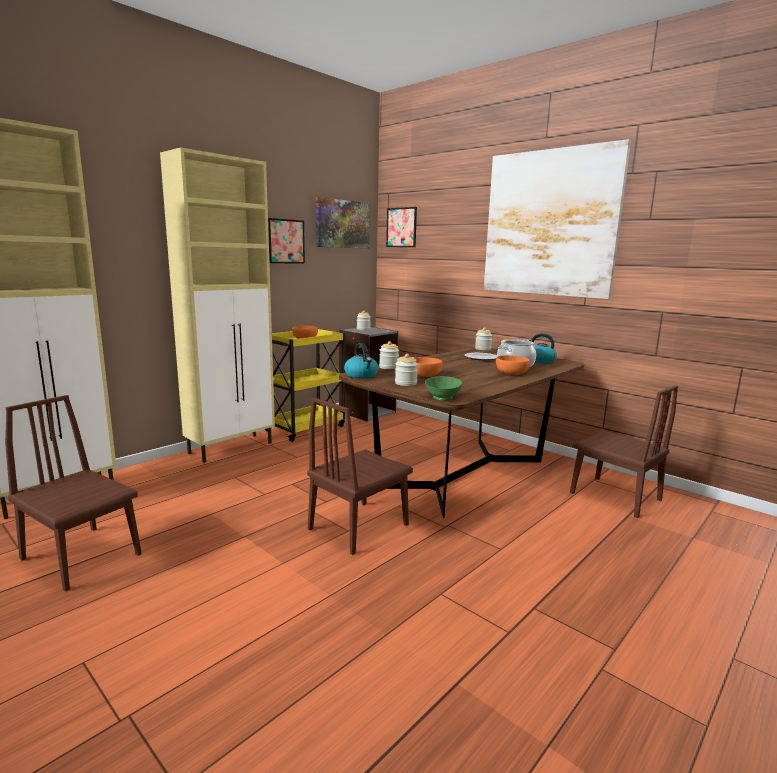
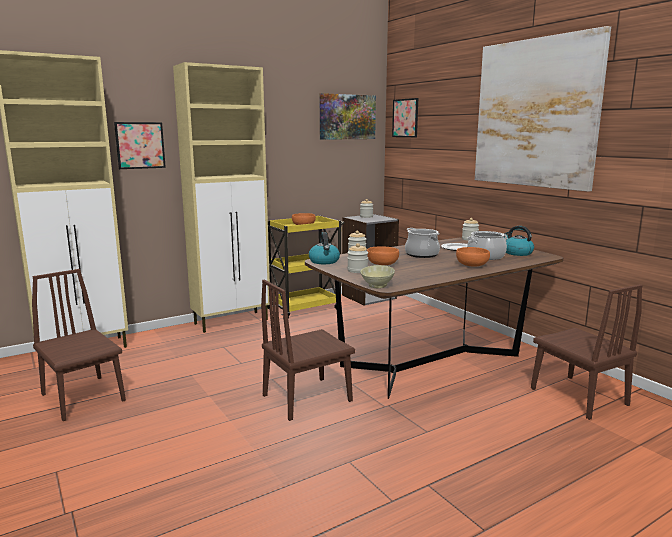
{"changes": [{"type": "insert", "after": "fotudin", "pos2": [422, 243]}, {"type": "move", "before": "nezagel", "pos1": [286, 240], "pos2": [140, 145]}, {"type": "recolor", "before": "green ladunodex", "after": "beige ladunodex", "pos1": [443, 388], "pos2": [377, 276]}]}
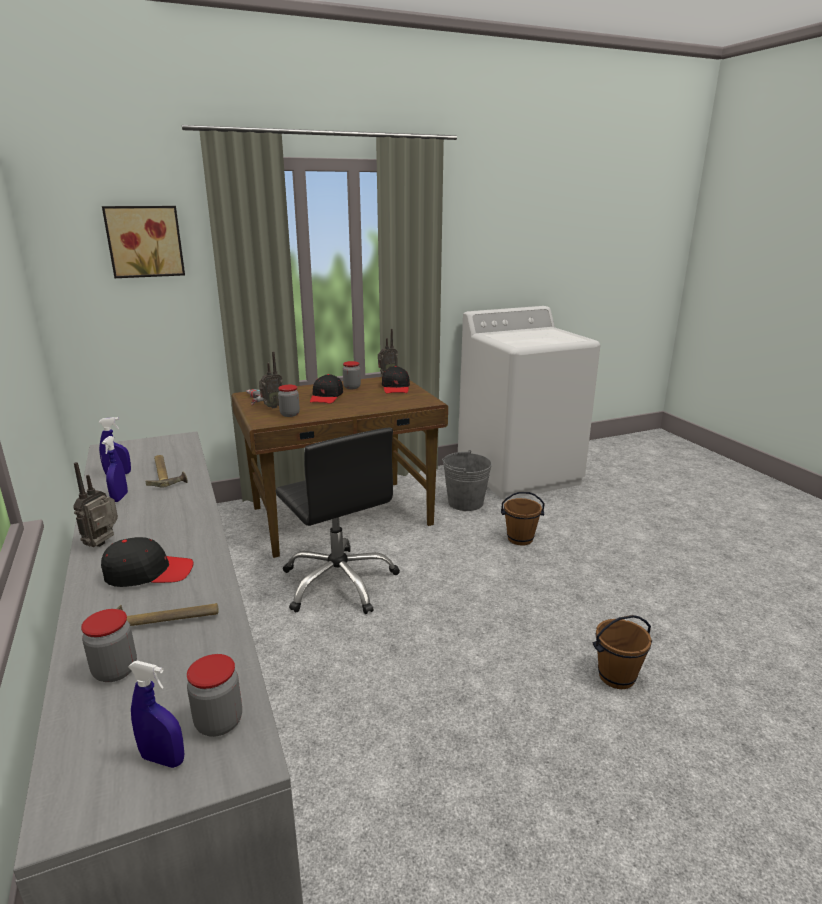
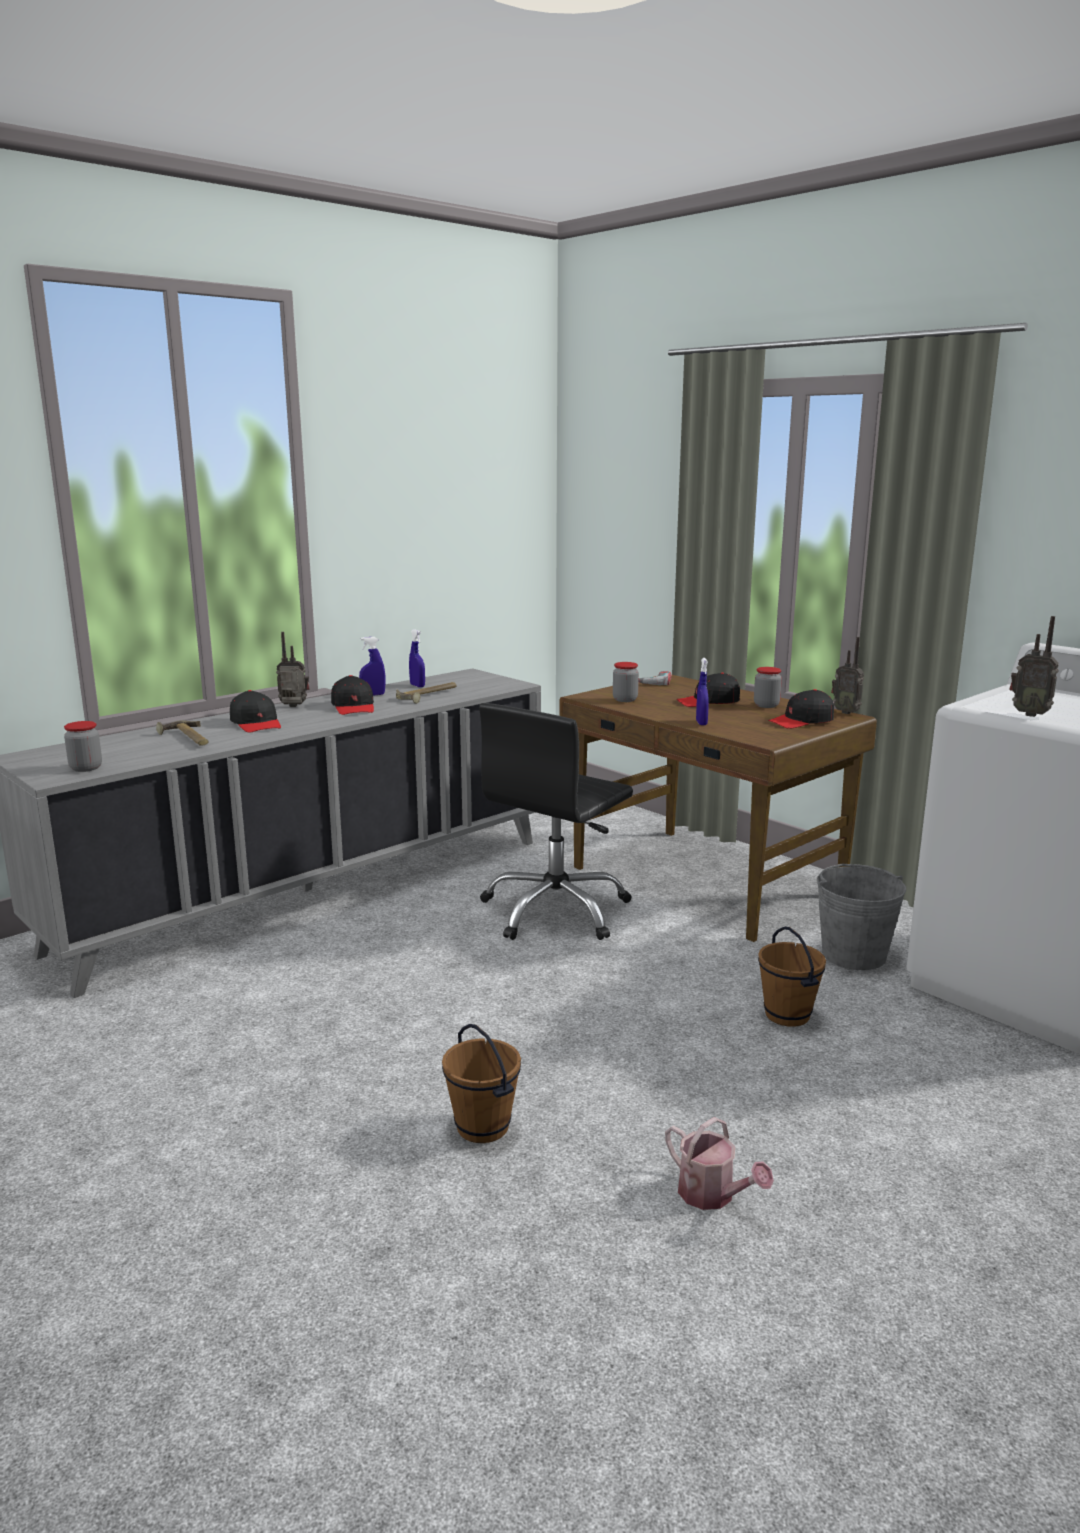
{"changes": [{"type": "delete", "before": "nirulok", "pos1": [109, 645]}, {"type": "delete", "before": "nezagel", "pos1": [143, 242]}, {"type": "insert", "after": "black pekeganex", "pos2": [352, 695]}, {"type": "insert", "after": "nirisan", "pos2": [719, 1163]}, {"type": "move", "before": "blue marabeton", "pos1": [156, 714], "pos2": [702, 691]}, {"type": "move", "before": "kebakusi", "pos1": [271, 379], "pos2": [1034, 666]}]}
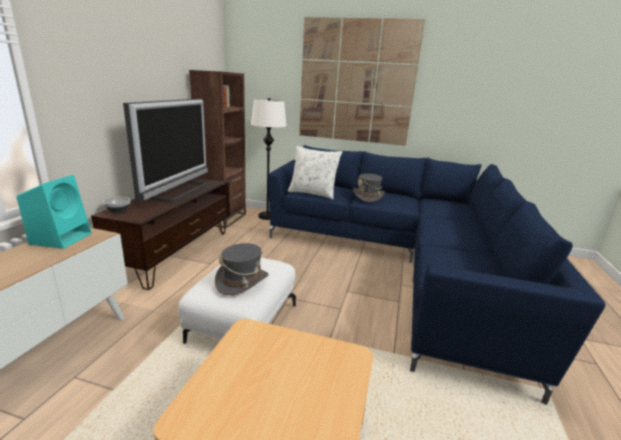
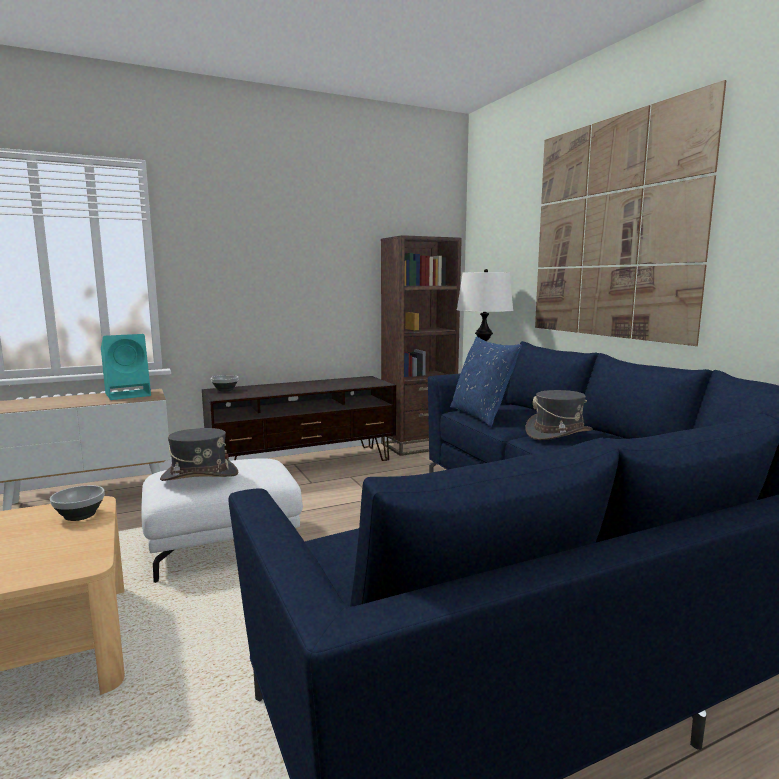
{"changes": [{"type": "delete", "before": "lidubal", "pos1": [165, 151]}, {"type": "insert", "after": "ladunodex", "pos2": [77, 503]}, {"type": "recolor", "before": "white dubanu", "after": "blue dubanu", "pos1": [315, 172], "pos2": [486, 382]}]}
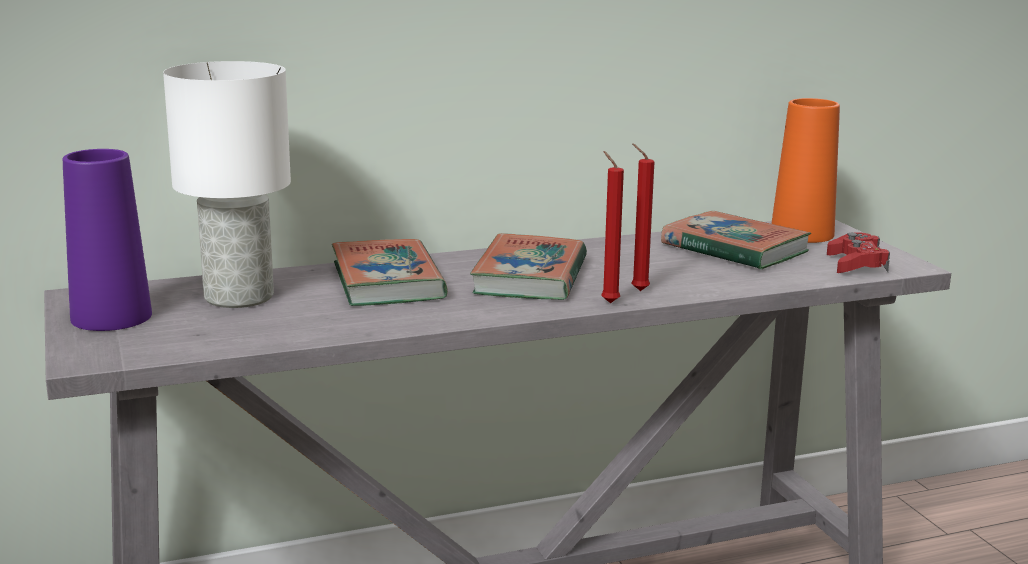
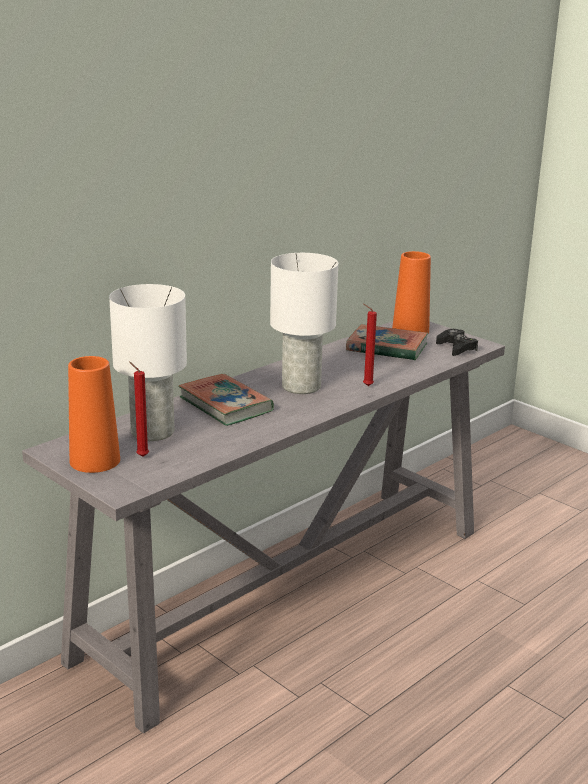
{"changes": [{"type": "move", "before": "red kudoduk", "pos1": [612, 227], "pos2": [139, 409]}, {"type": "replace", "before": "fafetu", "after": "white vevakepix", "pos1": [528, 266], "pos2": [304, 323]}, {"type": "recolor", "before": "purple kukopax", "after": "orange kukopax", "pos1": [107, 240], "pos2": [94, 414]}, {"type": "recolor", "before": "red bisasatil", "after": "black bisasatil", "pos1": [858, 252], "pos2": [457, 342]}]}
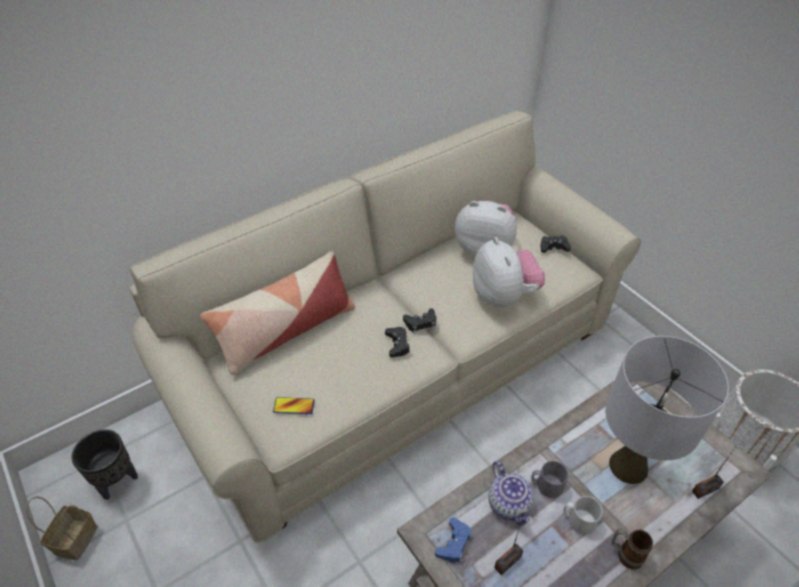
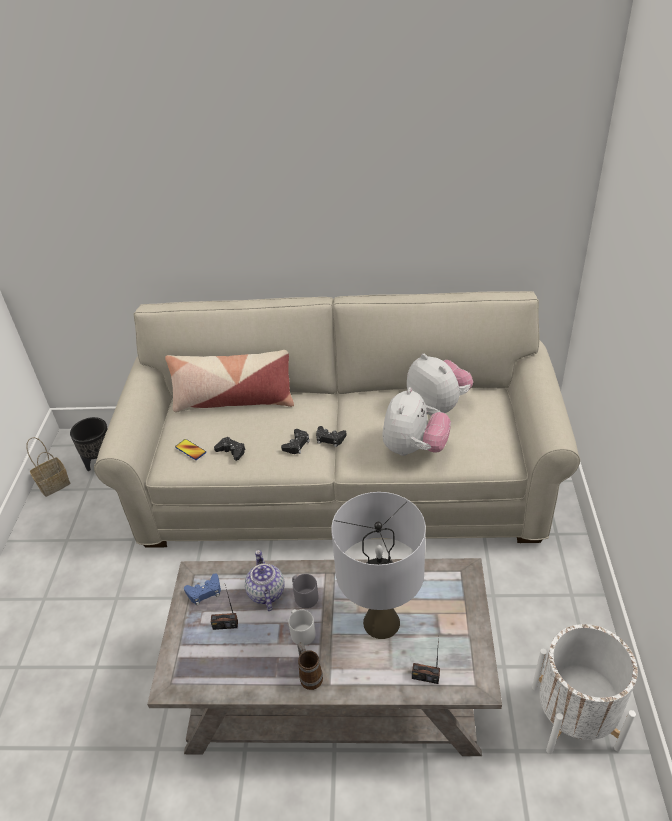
{"changes": [{"type": "move", "before": "black bisasatil", "pos1": [555, 244], "pos2": [229, 449]}, {"type": "rotate", "before": "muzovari", "pos1": [511, 493], "pos2": [265, 580], "turn": 150}]}
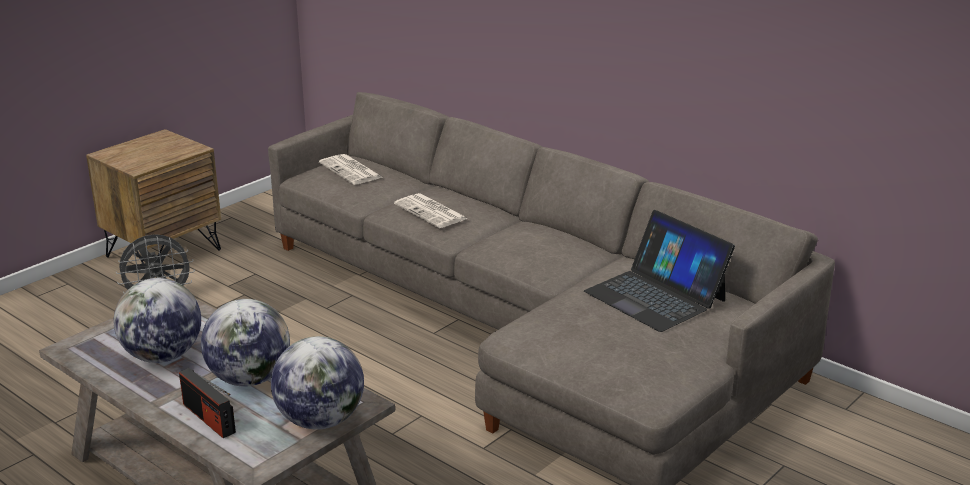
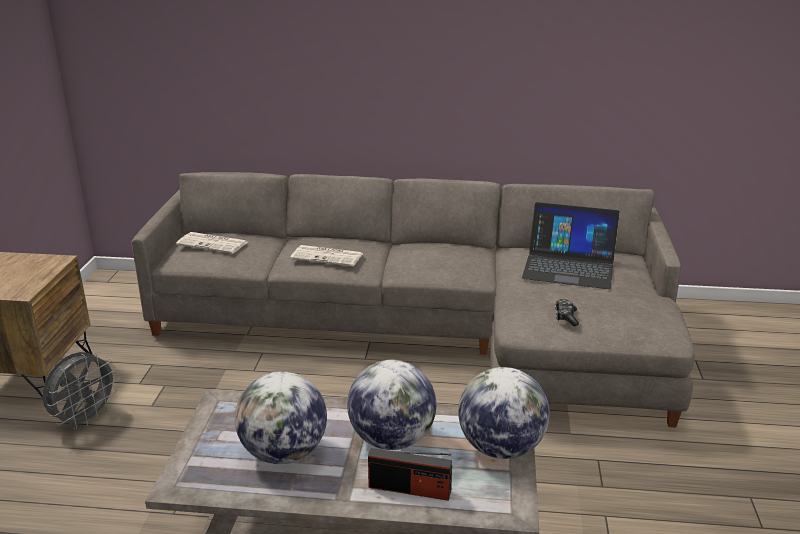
{"changes": [{"type": "insert", "after": "bisasatil", "pos2": [567, 312]}]}
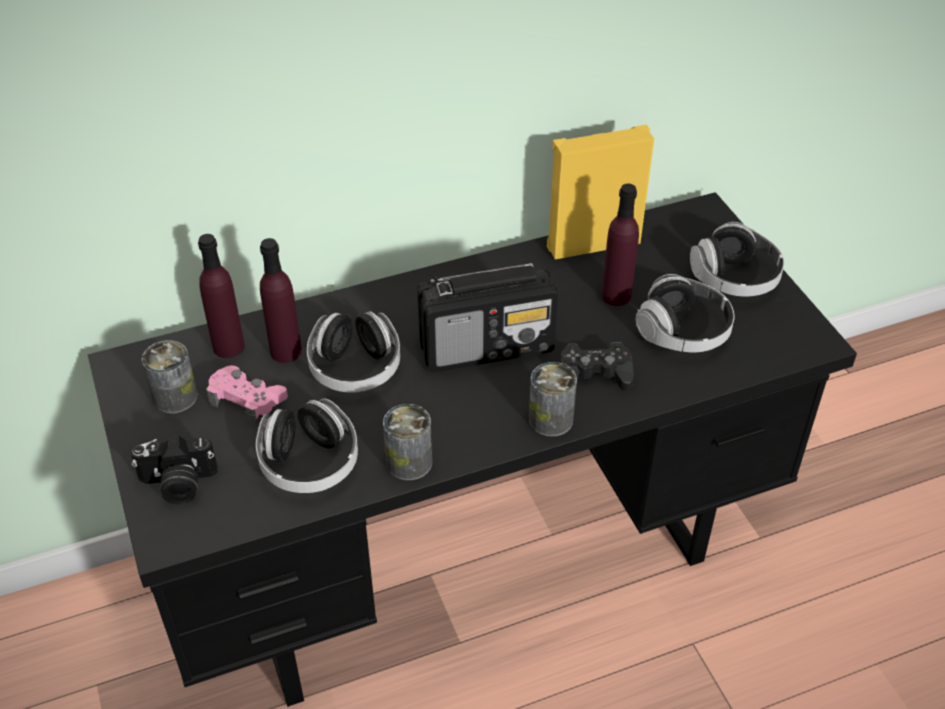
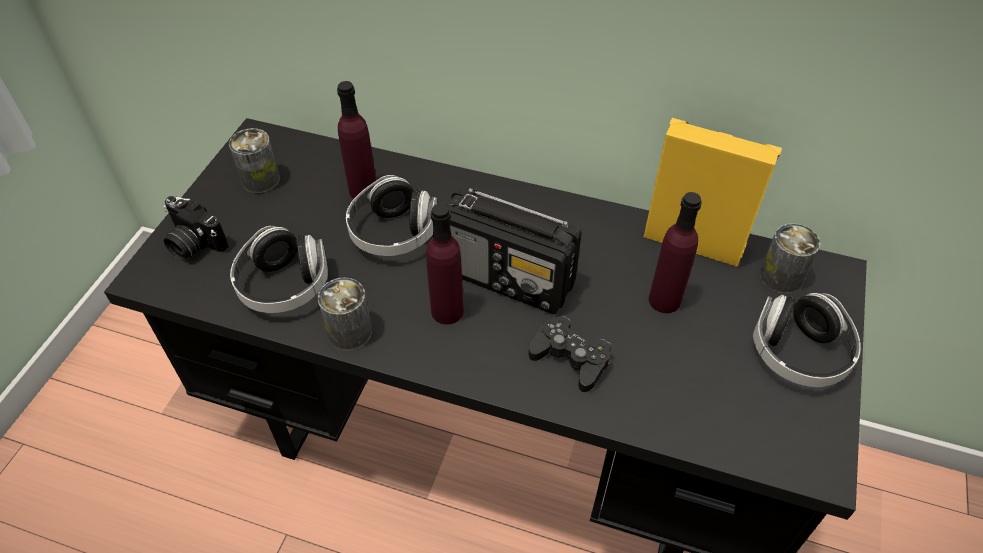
{"changes": [{"type": "delete", "before": "pink bisasatil", "pos1": [247, 395]}, {"type": "delete", "before": "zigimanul", "pos1": [684, 313]}, {"type": "move", "before": "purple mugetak", "pos1": [221, 296], "pos2": [445, 263]}, {"type": "move", "before": "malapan", "pos1": [553, 399], "pos2": [789, 258]}]}
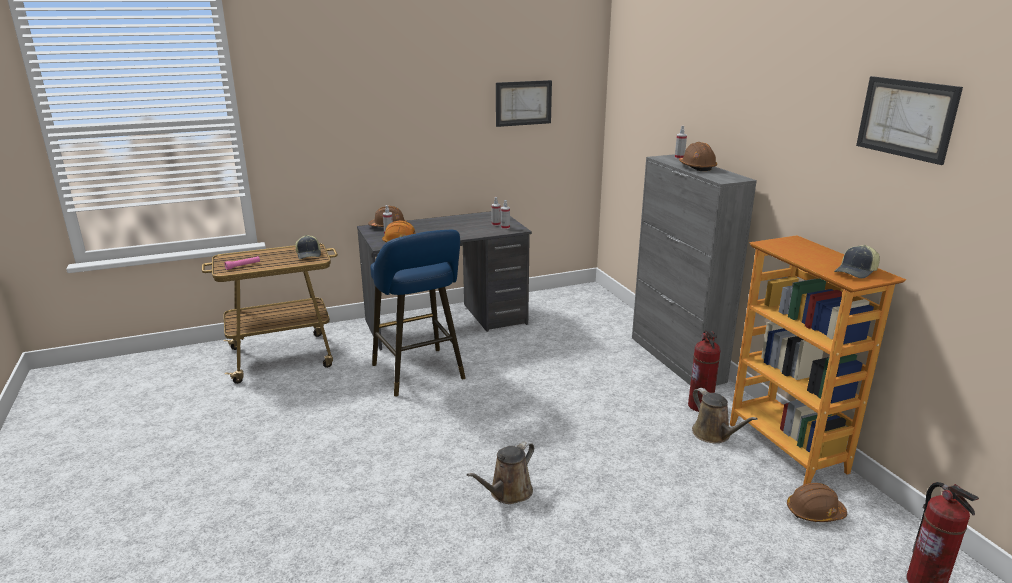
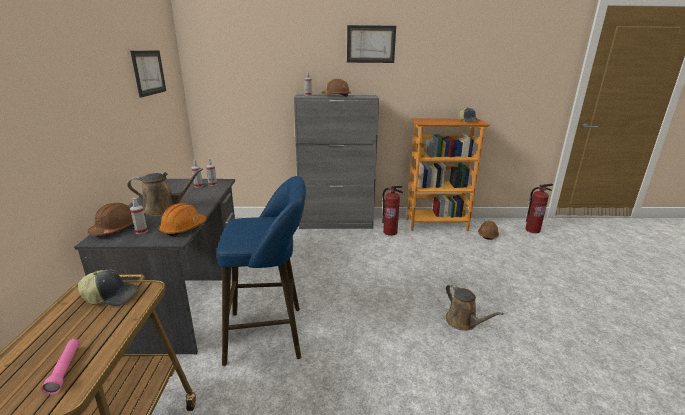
{"changes": [{"type": "move", "before": "brown nirisan", "pos1": [725, 415], "pos2": [165, 192]}, {"type": "move", "before": "nezagel", "pos1": [909, 120], "pos2": [371, 44]}]}
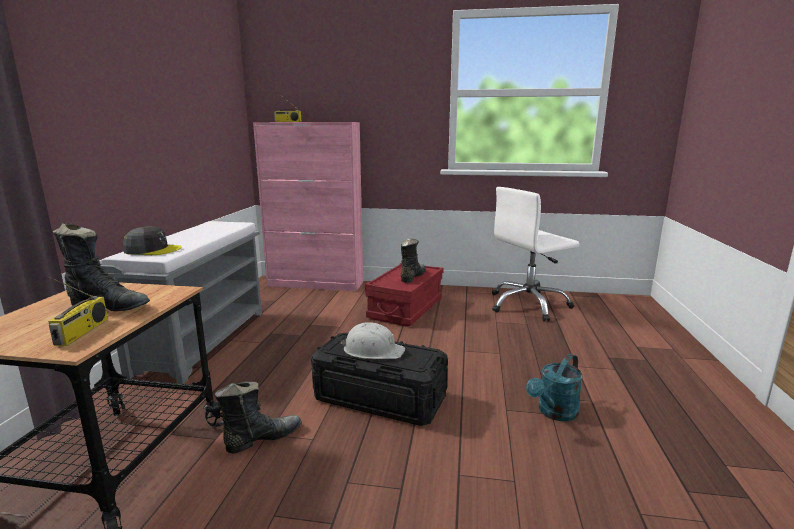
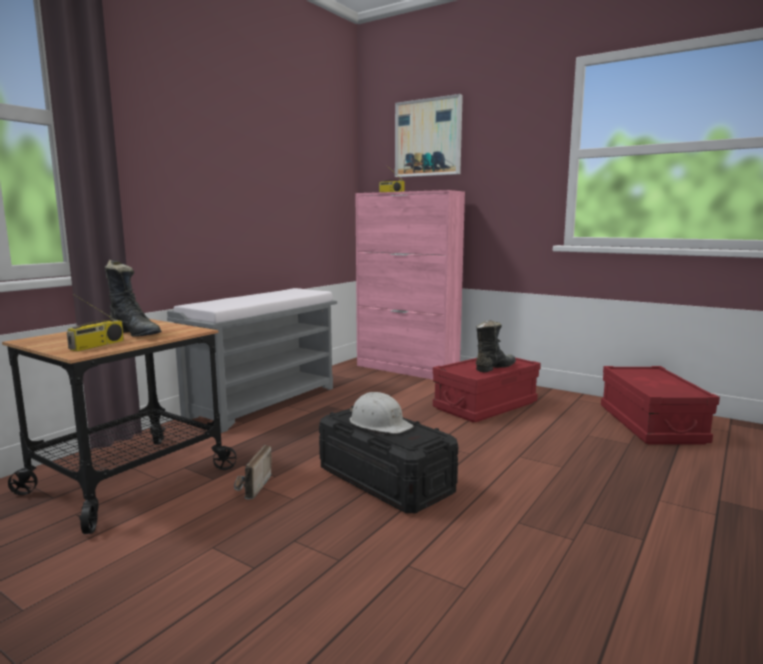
{"changes": [{"type": "delete", "before": "grey pekeganex", "pos1": [152, 240]}, {"type": "delete", "before": "turquoise nirisan", "pos1": [554, 387]}, {"type": "insert", "after": "nezagel", "pos2": [429, 135]}, {"type": "replace", "before": "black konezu", "after": "kebakusi", "pos1": [258, 417], "pos2": [253, 472]}, {"type": "replace", "before": "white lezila", "after": "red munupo", "pos1": [535, 254], "pos2": [660, 405]}]}
